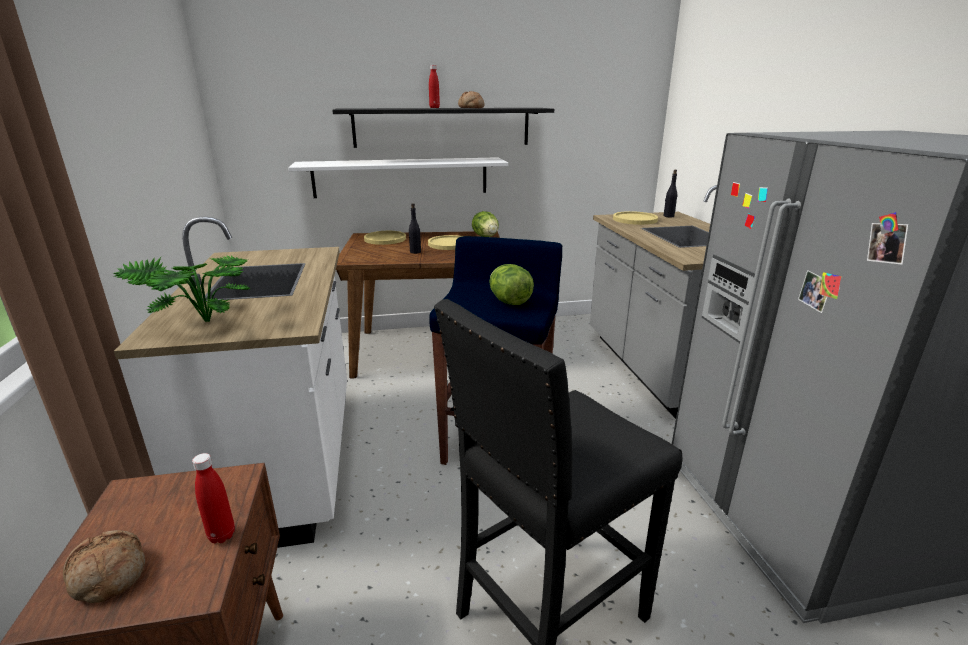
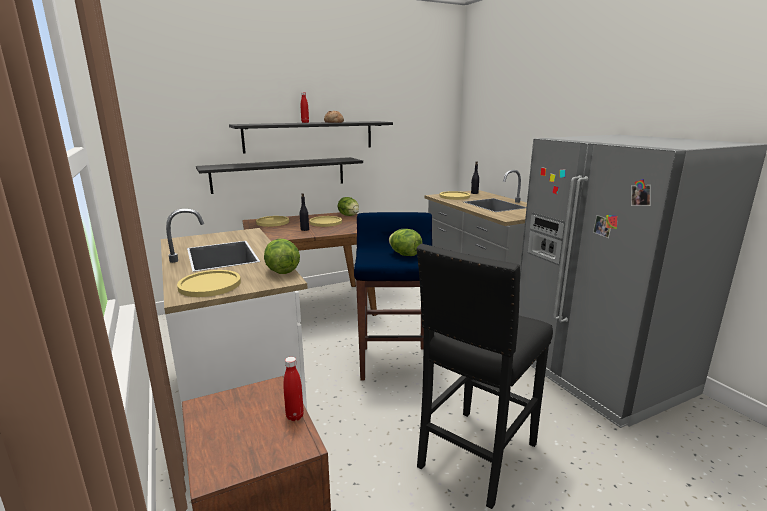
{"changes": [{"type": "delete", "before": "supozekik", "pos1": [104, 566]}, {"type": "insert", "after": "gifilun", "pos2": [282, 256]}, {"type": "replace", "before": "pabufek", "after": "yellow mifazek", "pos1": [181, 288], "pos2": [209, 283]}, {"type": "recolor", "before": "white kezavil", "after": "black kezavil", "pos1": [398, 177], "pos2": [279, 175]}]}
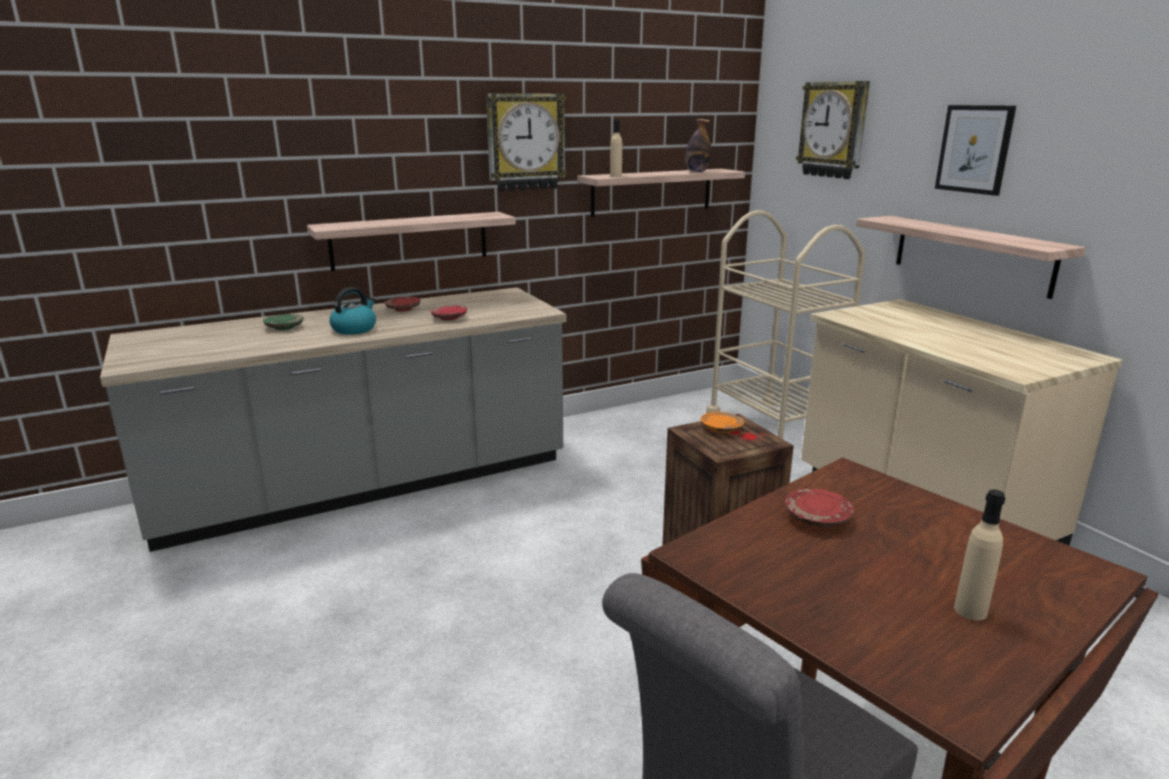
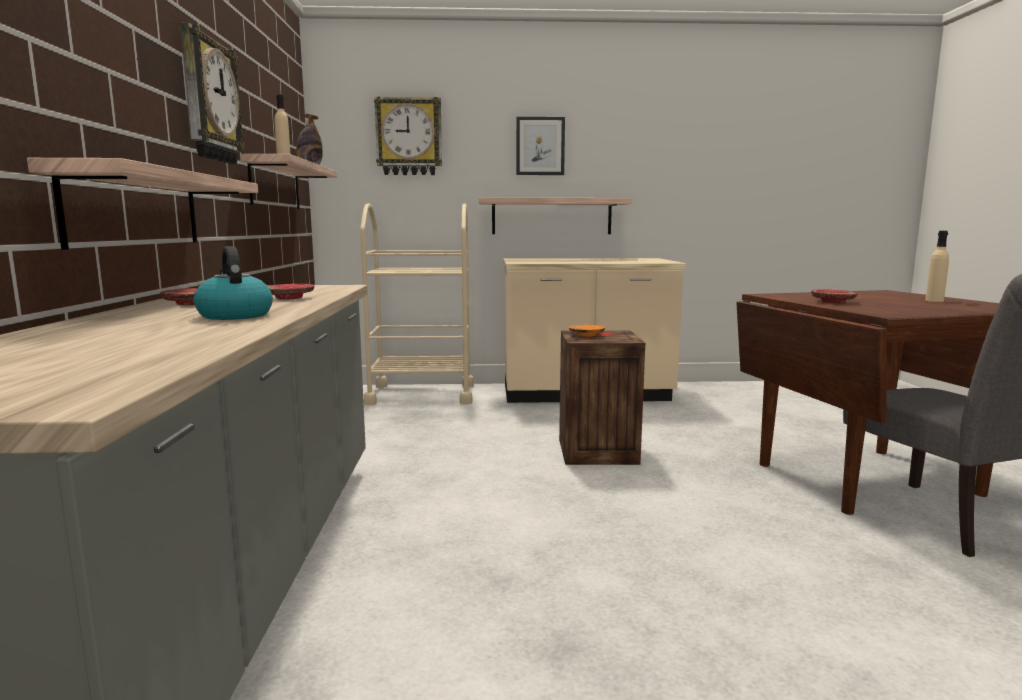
{"changes": [{"type": "delete", "before": "green mifazek", "pos1": [283, 322]}]}
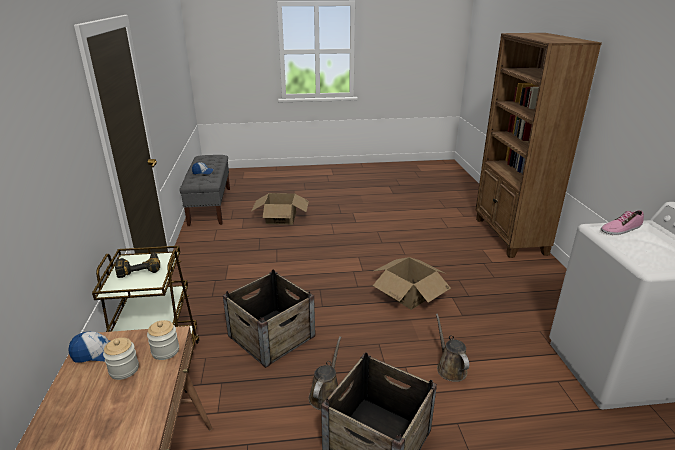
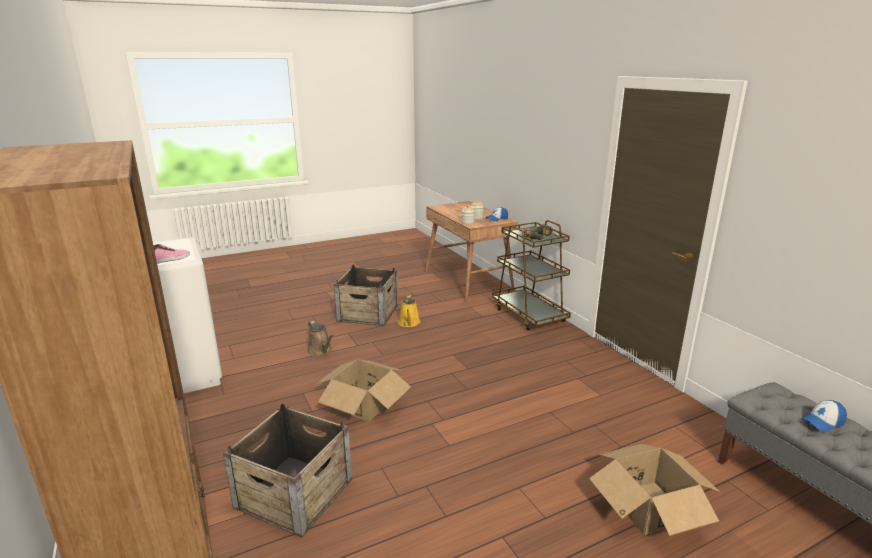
{"changes": [{"type": "move", "before": "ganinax", "pos1": [269, 318], "pos2": [287, 470]}, {"type": "recolor", "before": "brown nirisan", "after": "yellow nirisan", "pos1": [325, 373], "pos2": [409, 311]}]}
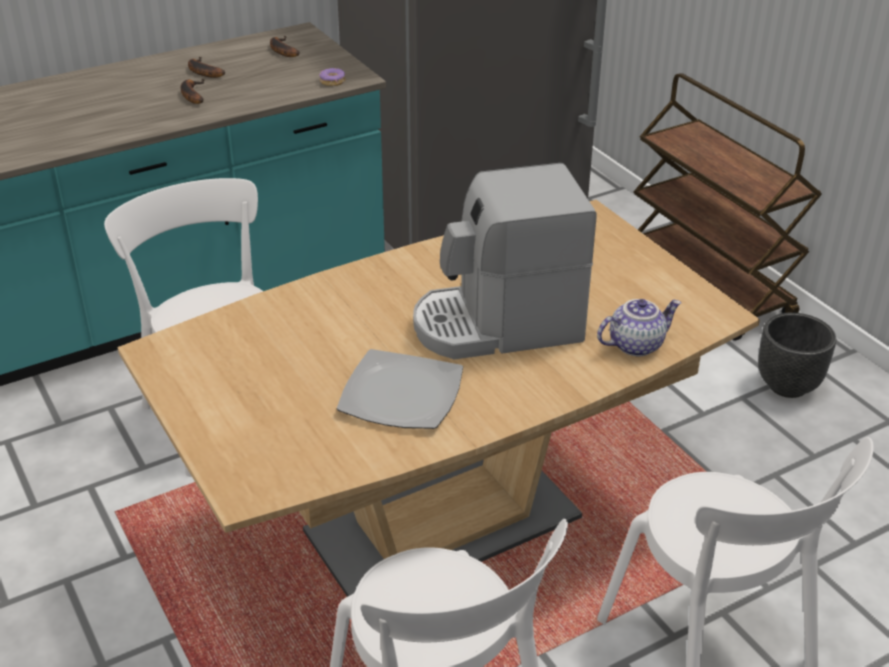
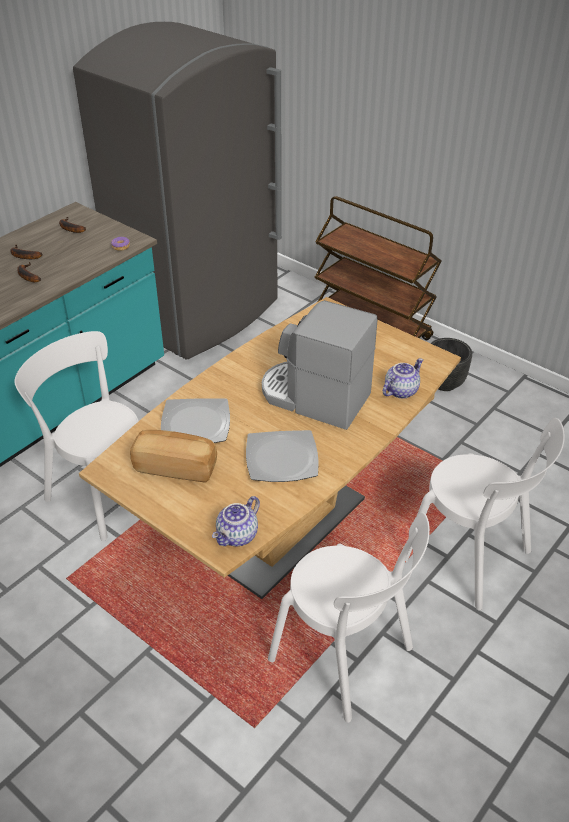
{"changes": [{"type": "insert", "after": "supozekik", "pos2": [173, 456]}, {"type": "insert", "after": "mifazek", "pos2": [195, 420]}, {"type": "insert", "after": "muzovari", "pos2": [236, 521]}, {"type": "rotate", "before": "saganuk", "pos1": [504, 261], "pos2": [320, 365], "turn": 60}]}
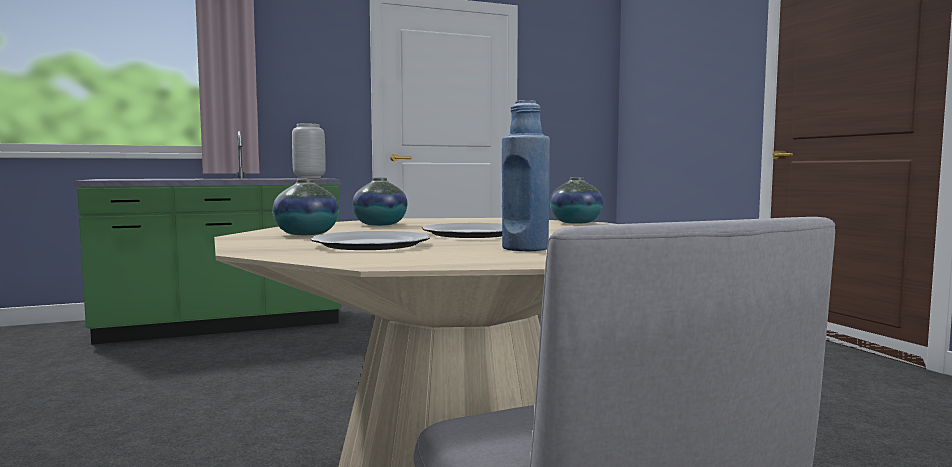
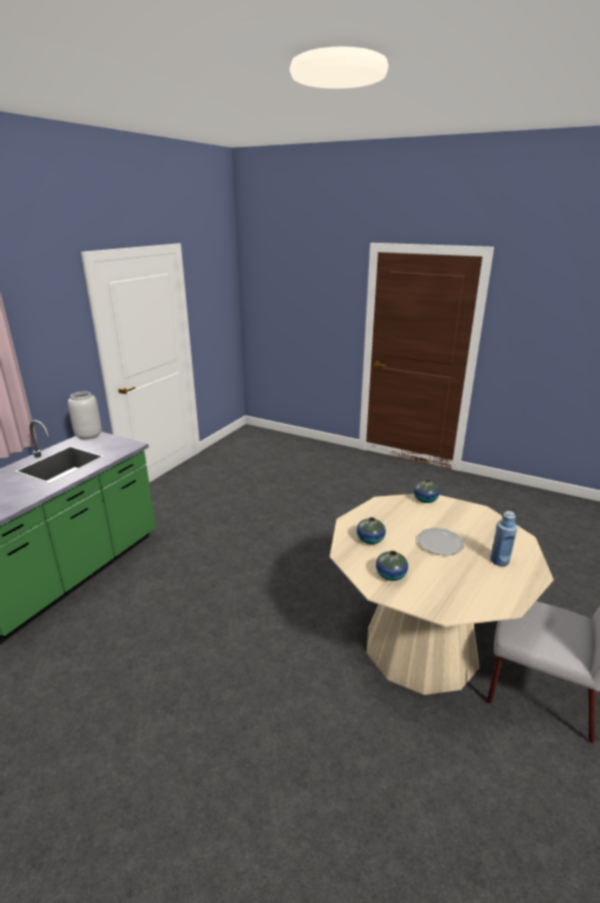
{"changes": [{"type": "delete", "before": "mifazek", "pos1": [370, 240]}]}
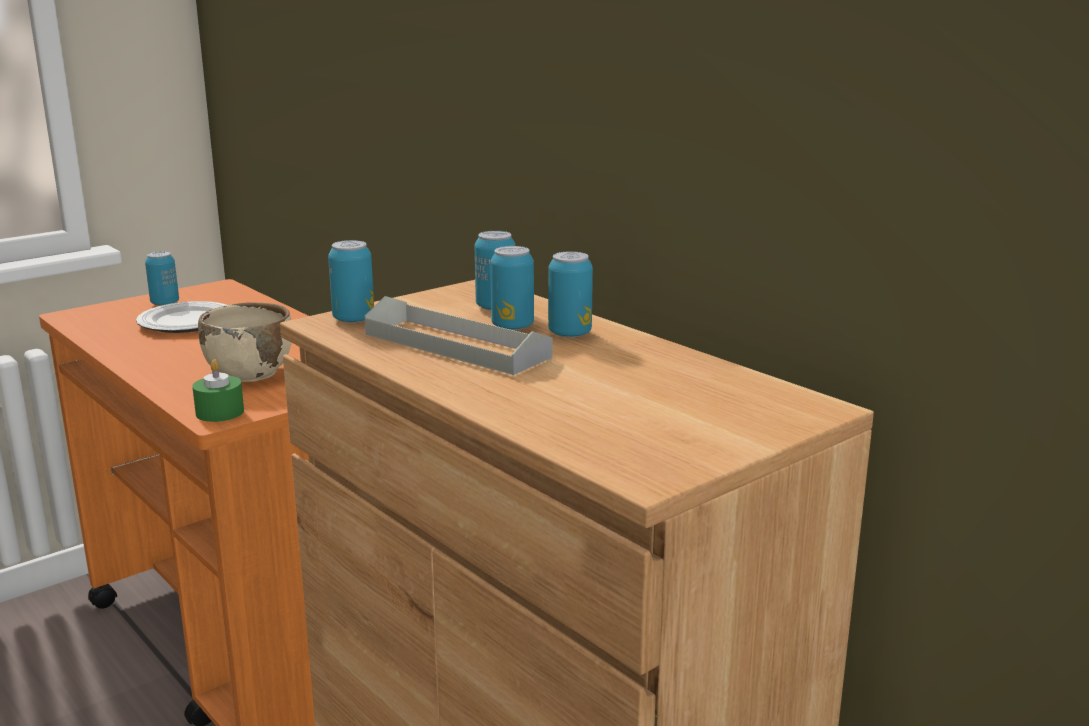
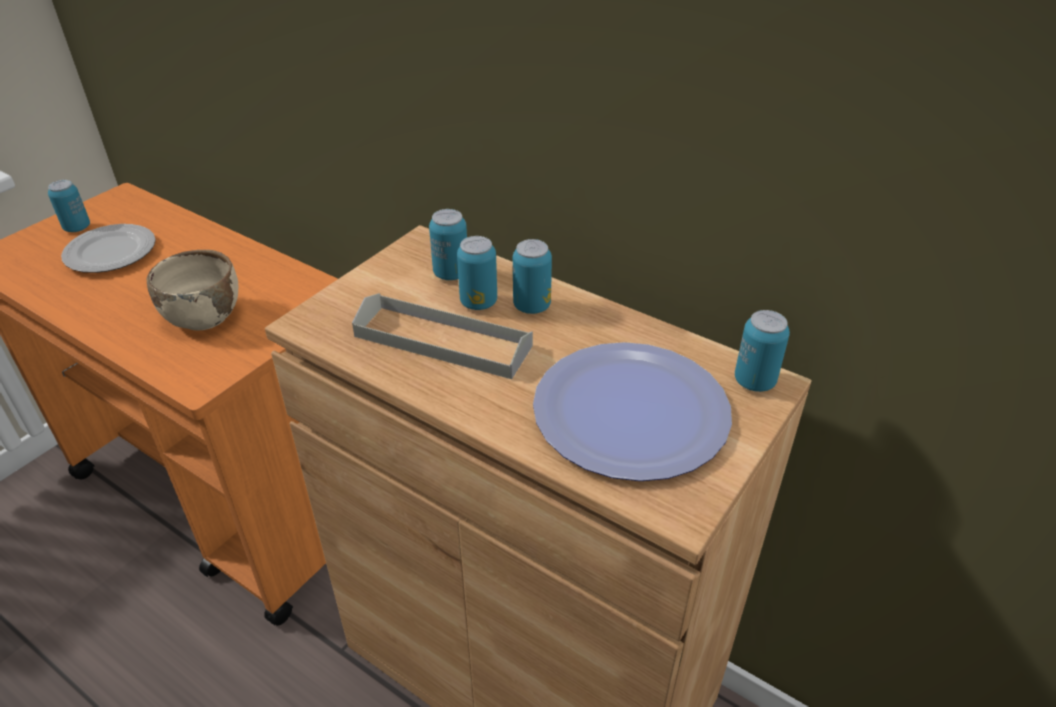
{"changes": [{"type": "delete", "before": "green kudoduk", "pos1": [218, 391]}, {"type": "insert", "after": "mifazek", "pos2": [632, 411]}, {"type": "move", "before": "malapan", "pos1": [351, 281], "pos2": [762, 351]}]}
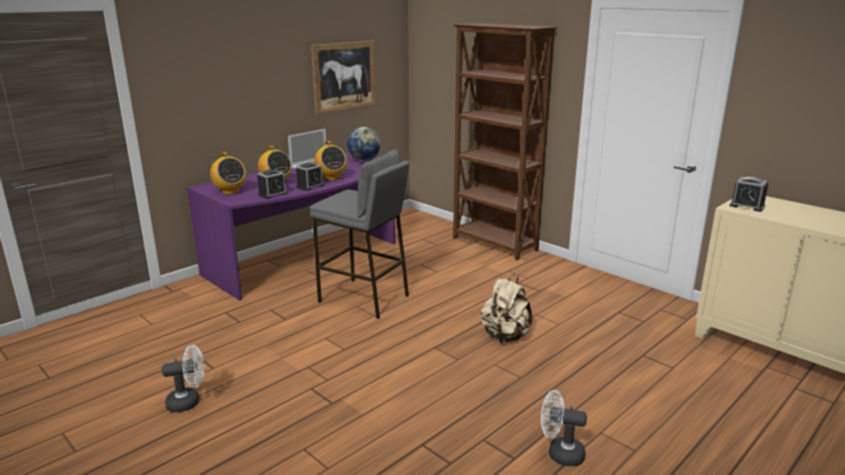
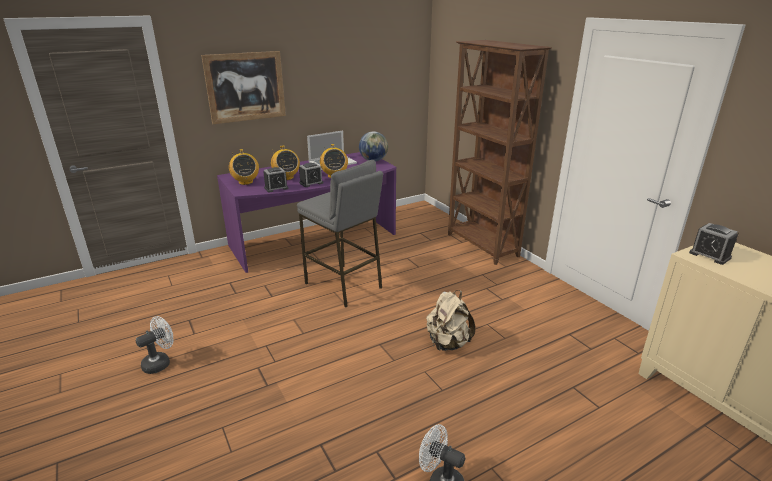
{"changes": [{"type": "move", "before": "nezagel", "pos1": [343, 77], "pos2": [243, 87]}, {"type": "rotate", "before": "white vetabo", "pos1": [183, 378], "pos2": [154, 345], "turn": -45}]}
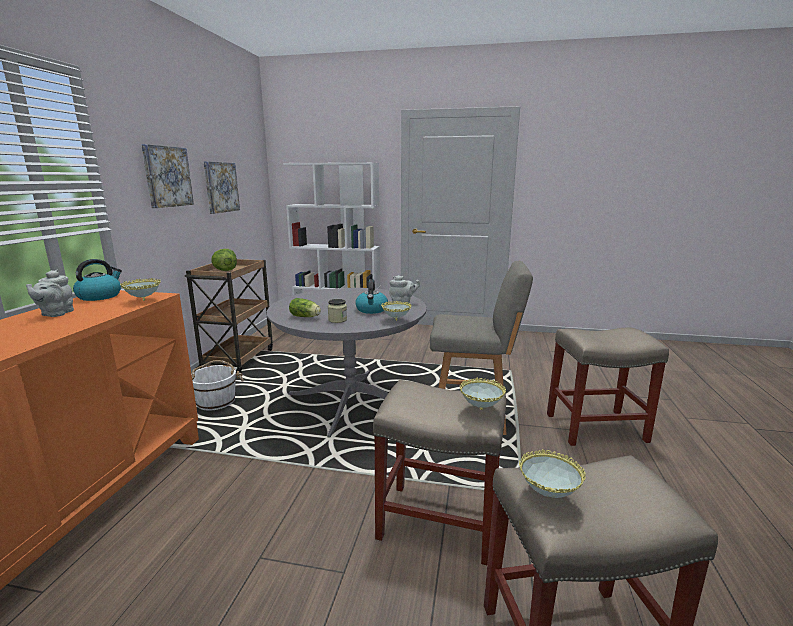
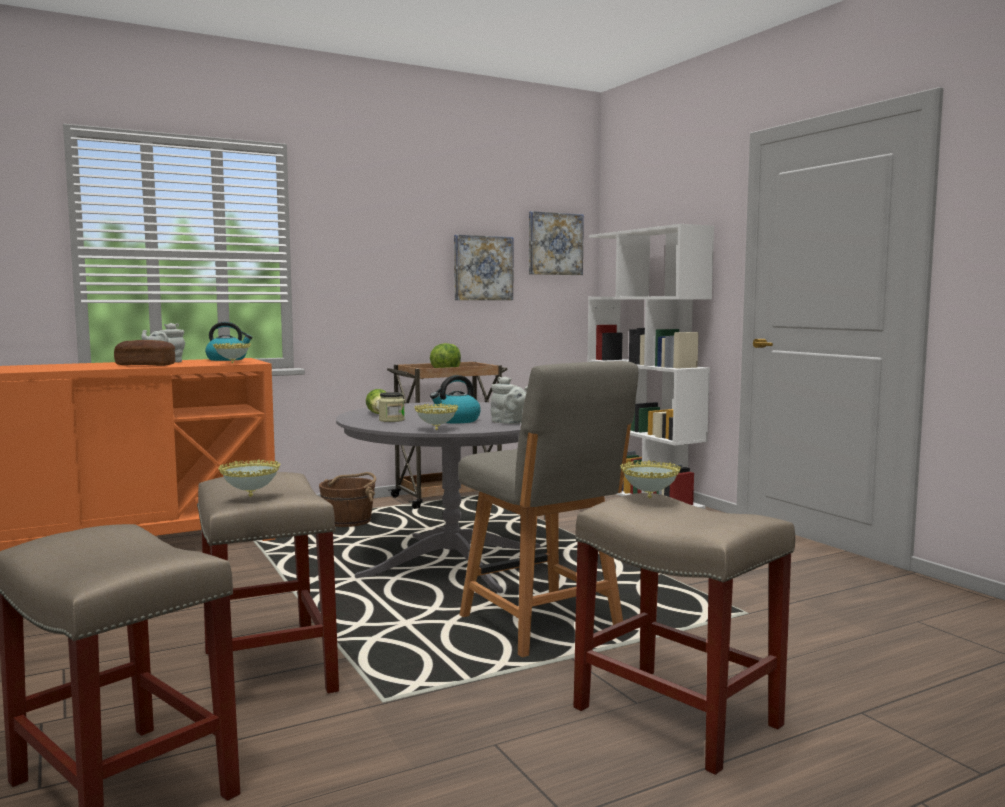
{"changes": [{"type": "insert", "after": "supozekik", "pos2": [144, 353]}, {"type": "move", "before": "nezagel", "pos1": [167, 176], "pos2": [556, 243]}, {"type": "move", "before": "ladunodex", "pos1": [552, 473], "pos2": [650, 479]}, {"type": "recolor", "before": "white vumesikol", "after": "brown vumesikol", "pos1": [217, 385], "pos2": [347, 499]}]}
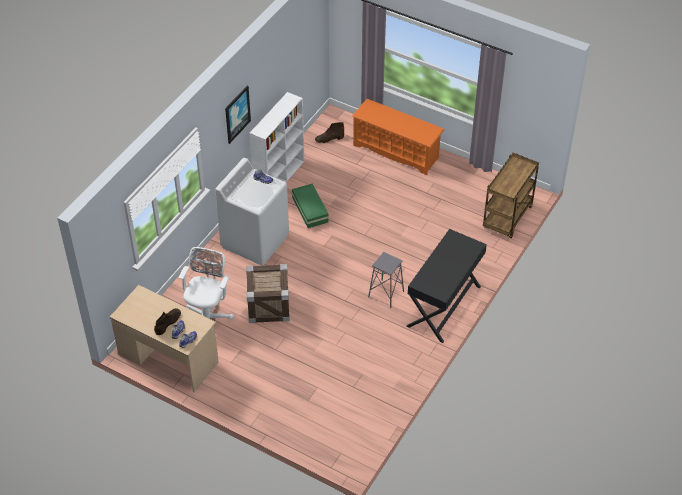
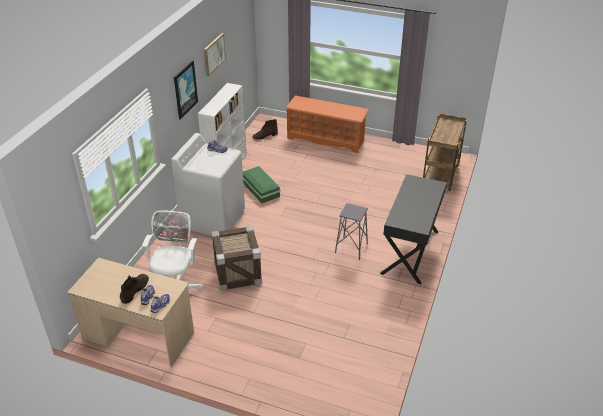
{"changes": [{"type": "insert", "after": "nezagel", "pos2": [215, 54]}]}
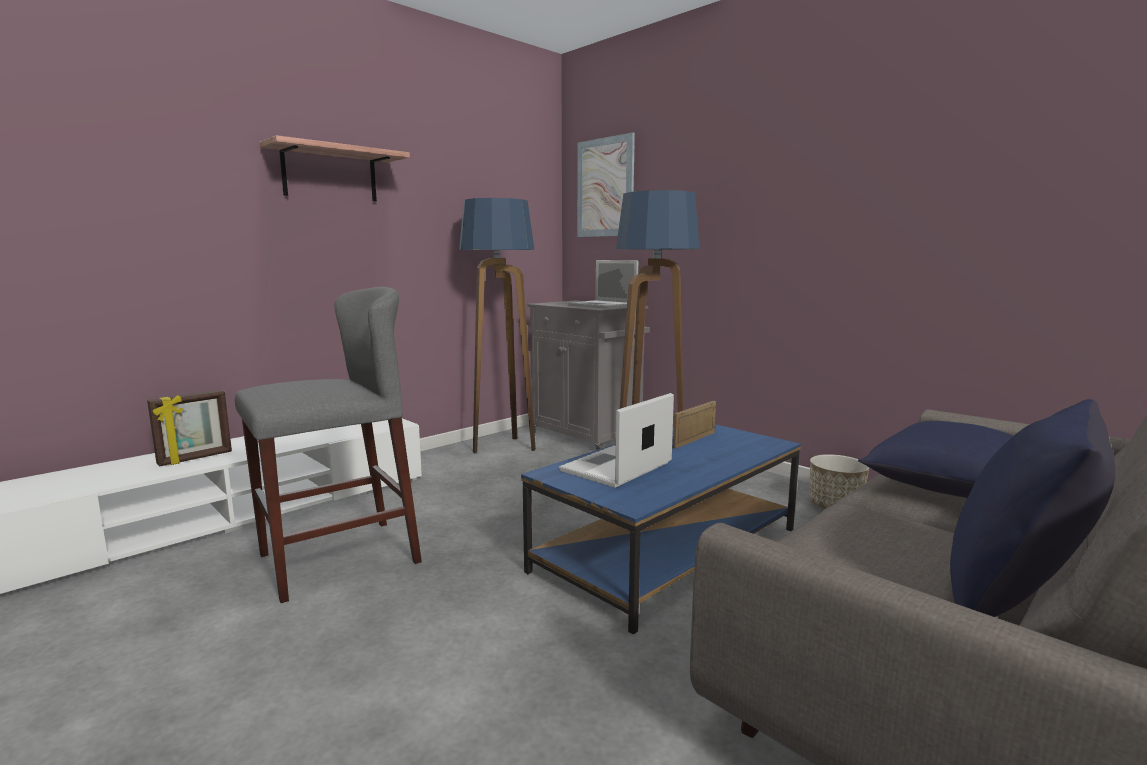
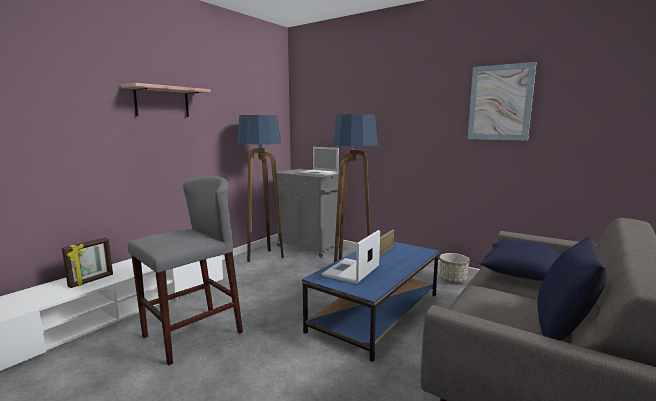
{"changes": [{"type": "move", "before": "nezagel", "pos1": [606, 184], "pos2": [502, 101]}]}
